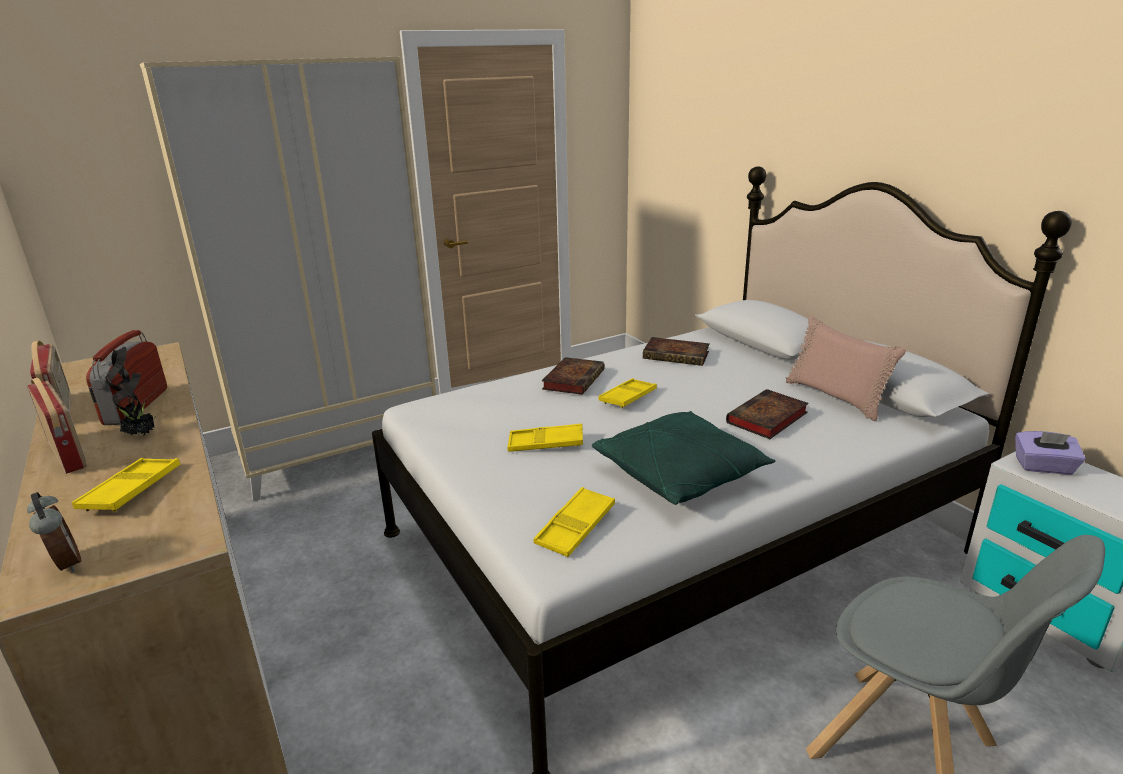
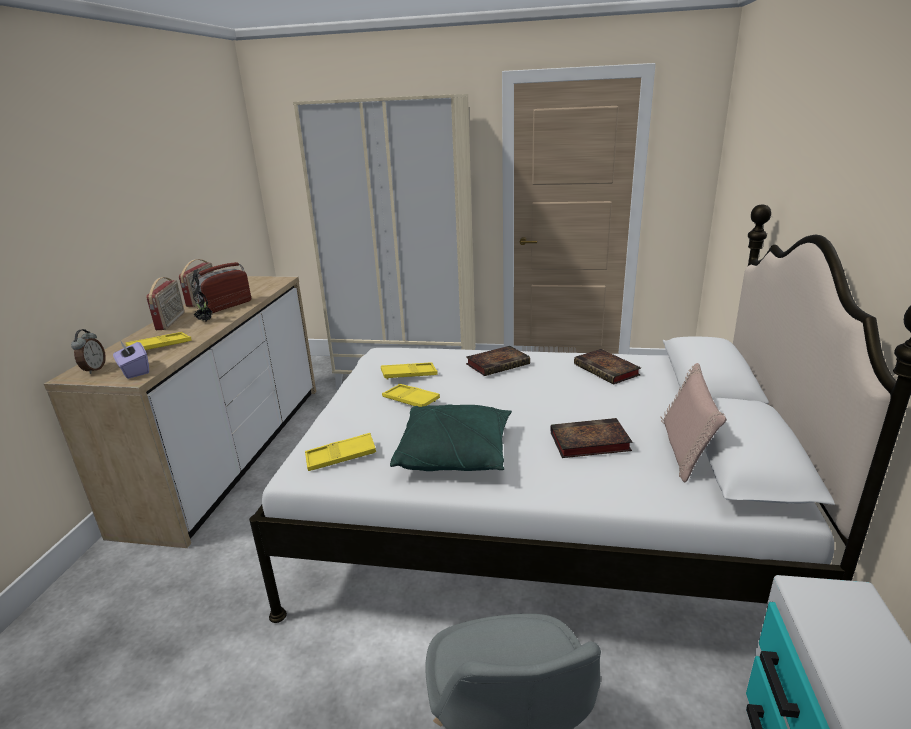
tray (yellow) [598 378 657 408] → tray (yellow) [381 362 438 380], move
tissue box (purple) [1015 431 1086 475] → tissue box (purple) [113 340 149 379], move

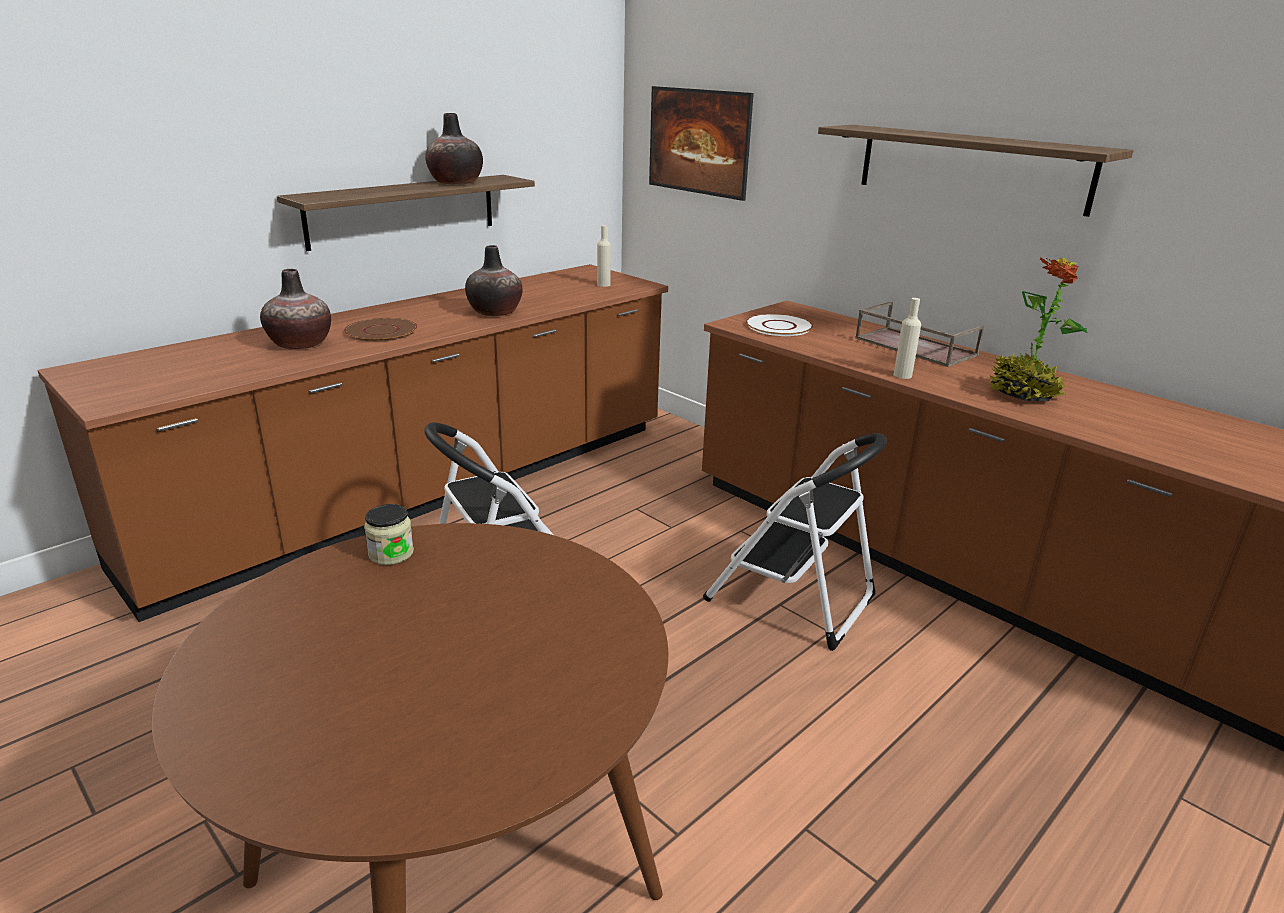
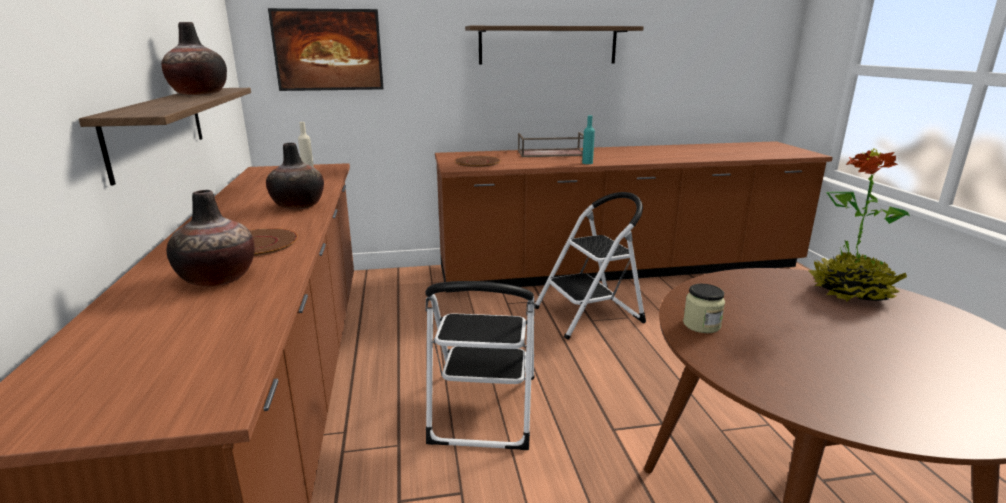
potted plant [989 257 1088 401] → potted plant [808 148 910 302], move
plate (white) [746 314 814 336] → plate (brown) [455 156 501 167]
bottle (beige) [894 298 921 379] → bottle (turquoise) [582 115 595 164]

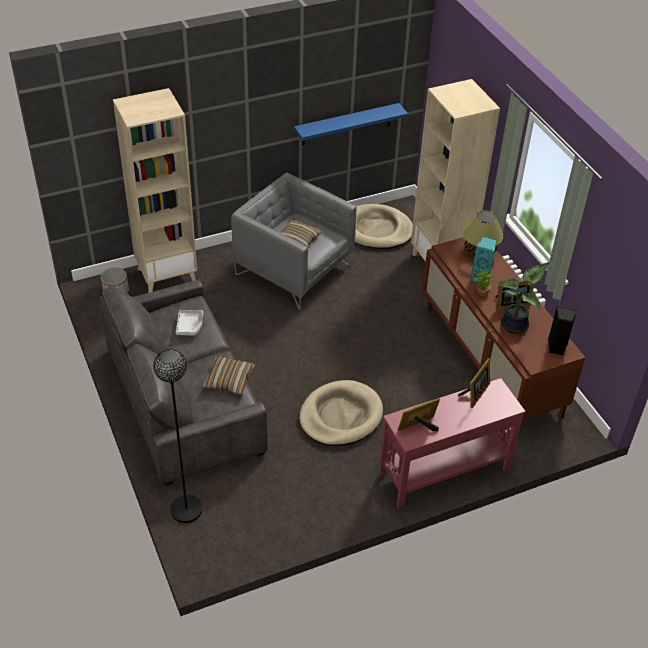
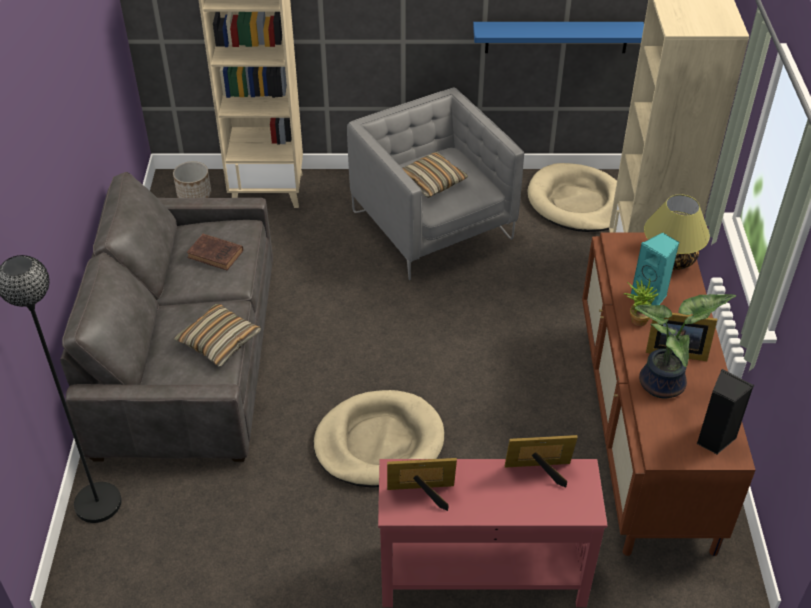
tray (grey) [176 310 203 335] → book (brown) [187 234 243 270]
picture frame [458 358 490 408] → picture frame [505 435 578 488], 150 degrees counterclockwise

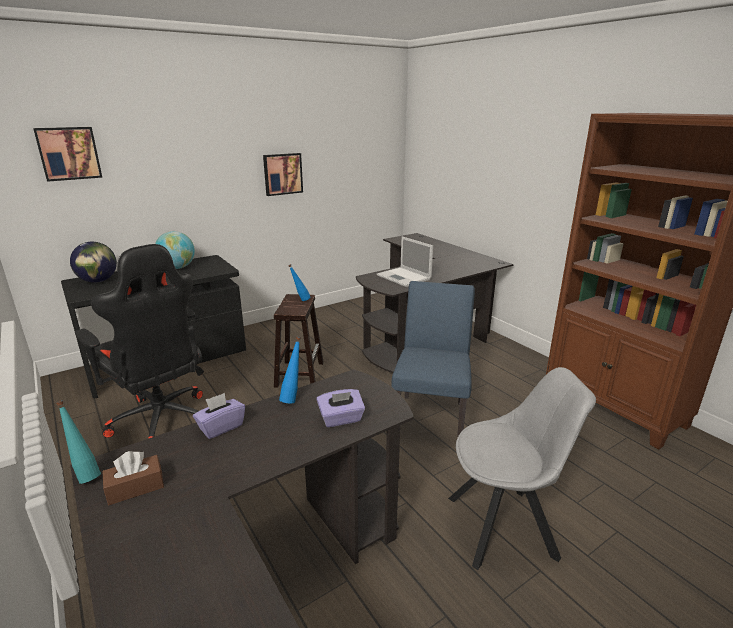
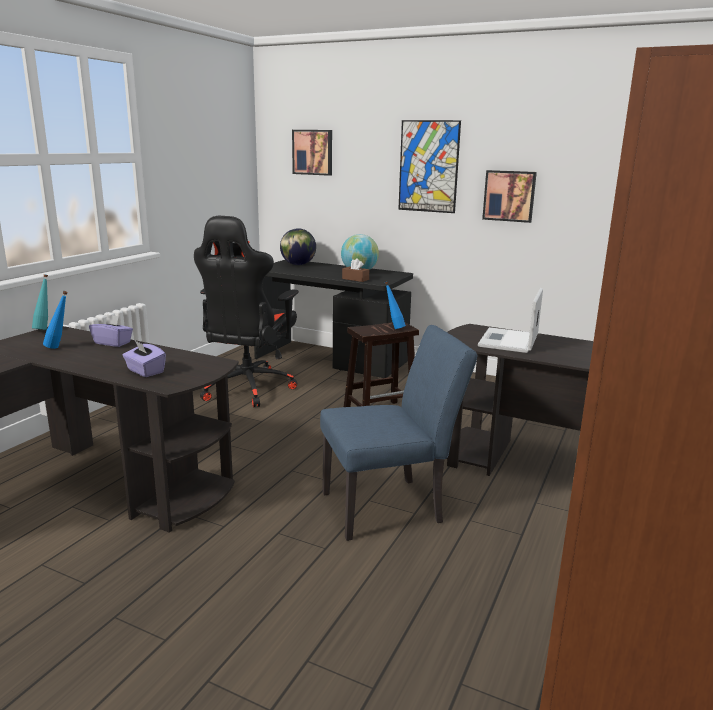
chair (grey) [448 367 596 570] → -
- → picture [398 120 461 213]
tissue box (brown) [103 451 164 505] → tissue box (brown) [342 258 369 282], move
bottle (blue) [279 336 301 404] → bottle (blue) [43 291 68 349], move

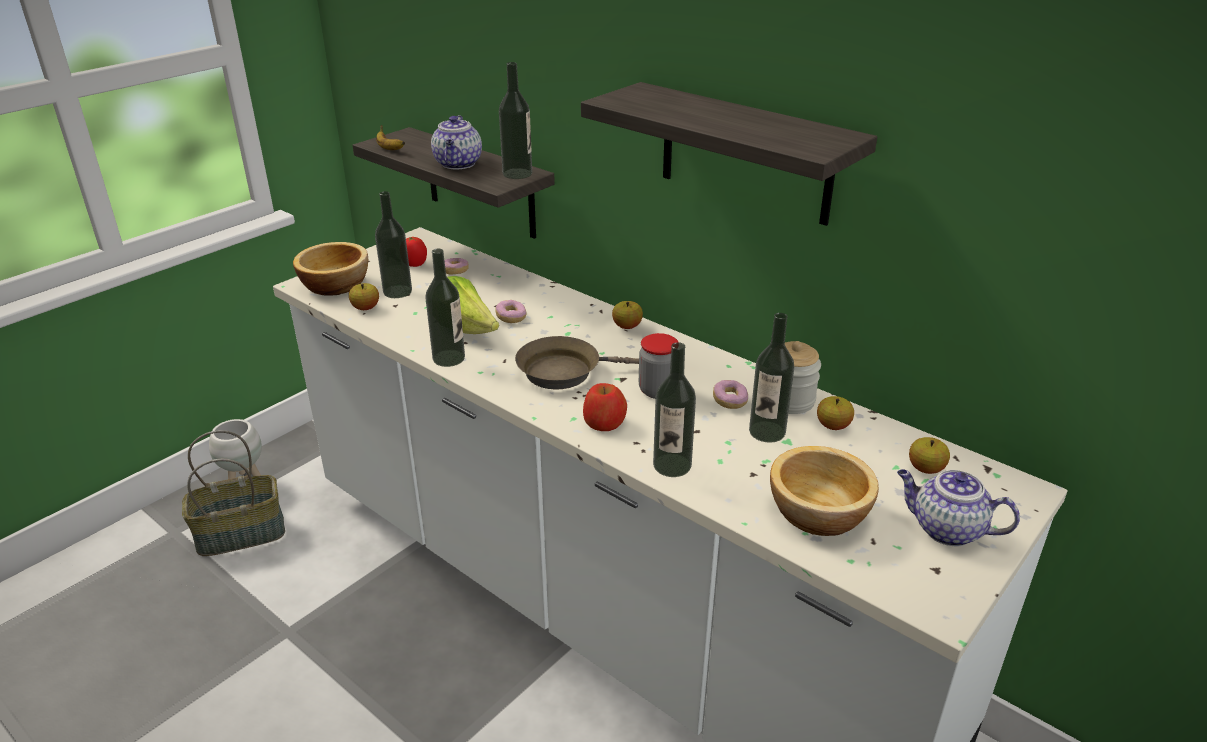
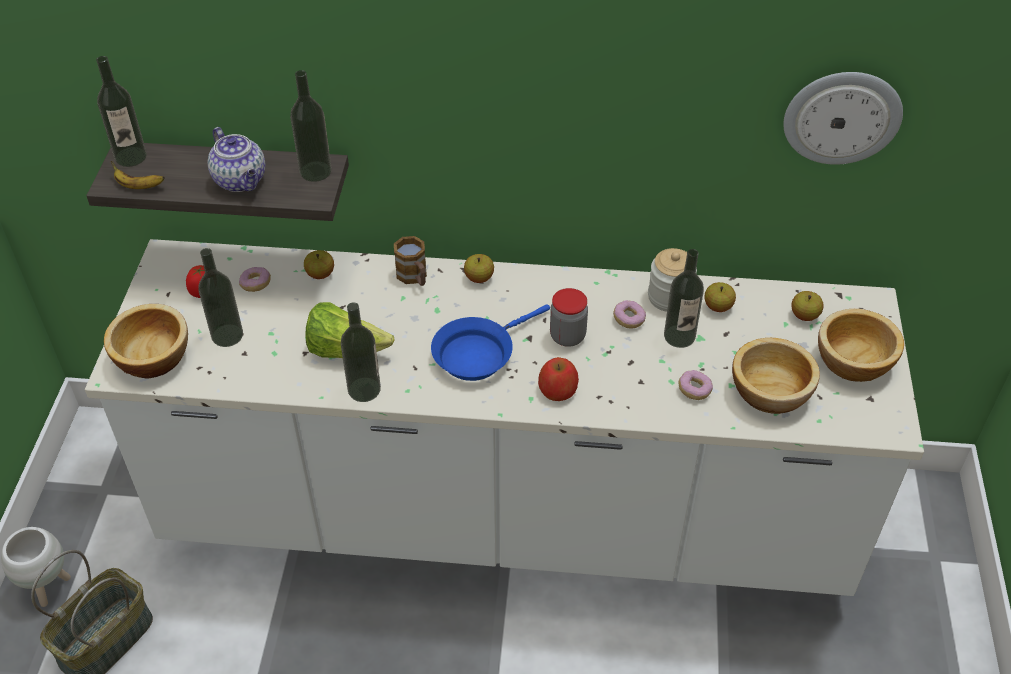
shelf [581 82 877 226] → -
- → mug [394 236 427 286]
- → wall clock [783 72 903 165]
apple [349 283 379 310] → apple [304 250 334 279], move
donut [495 300 527 323] → donut [679 370 713 400], move
bottle [653 342 696 477] → bottle [96 56 147 167], move
teapot [897 469 1020 547] → bowl [818 309 904 382]
frying pan (brown) [515 336 639 389] → frying pan (blue) [431 304 550 381]

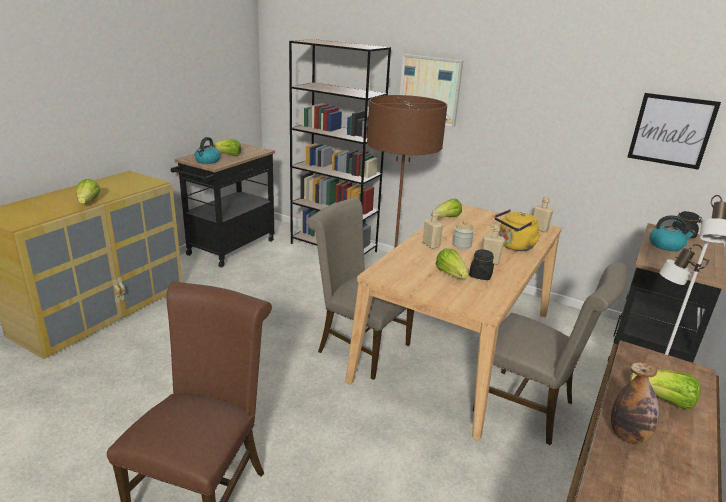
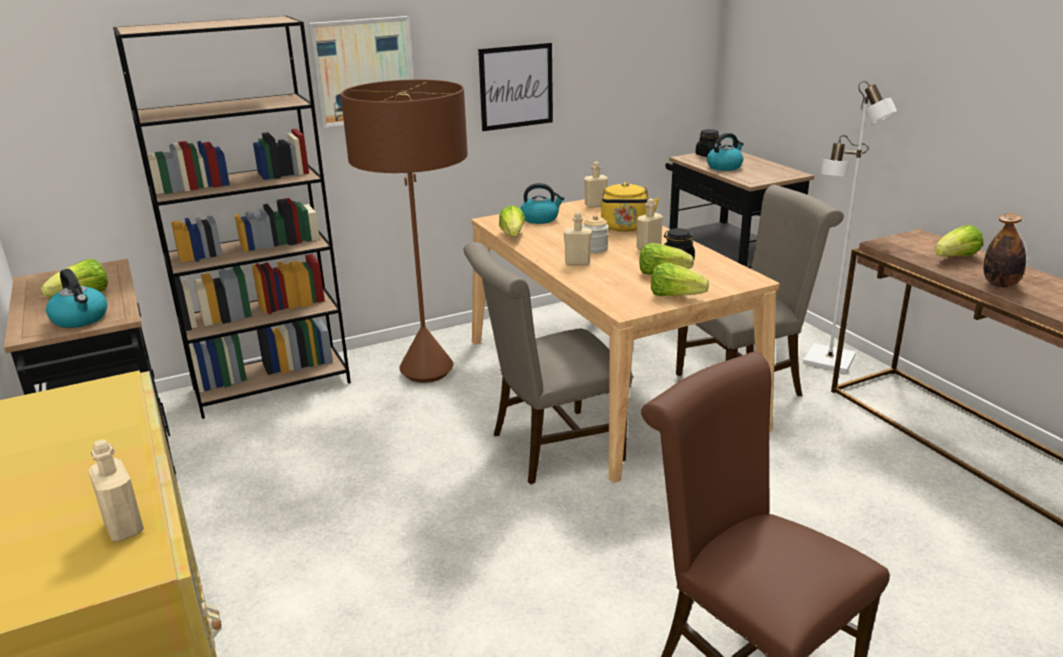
- → bottle (beige) [88 439 144 542]
- → kettle [520 183 564 224]
lettuce [77 179 101 204] → lettuce [651 262 709 296], move
picture [627 93 721 170] → picture [478 43 553 131], move

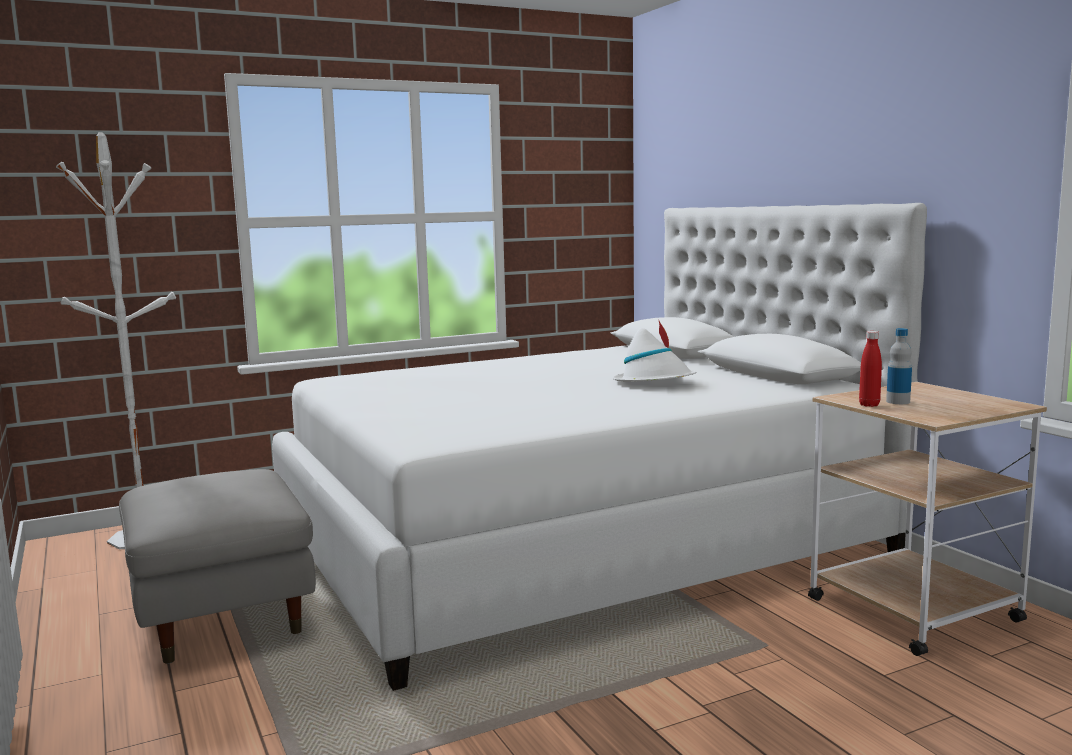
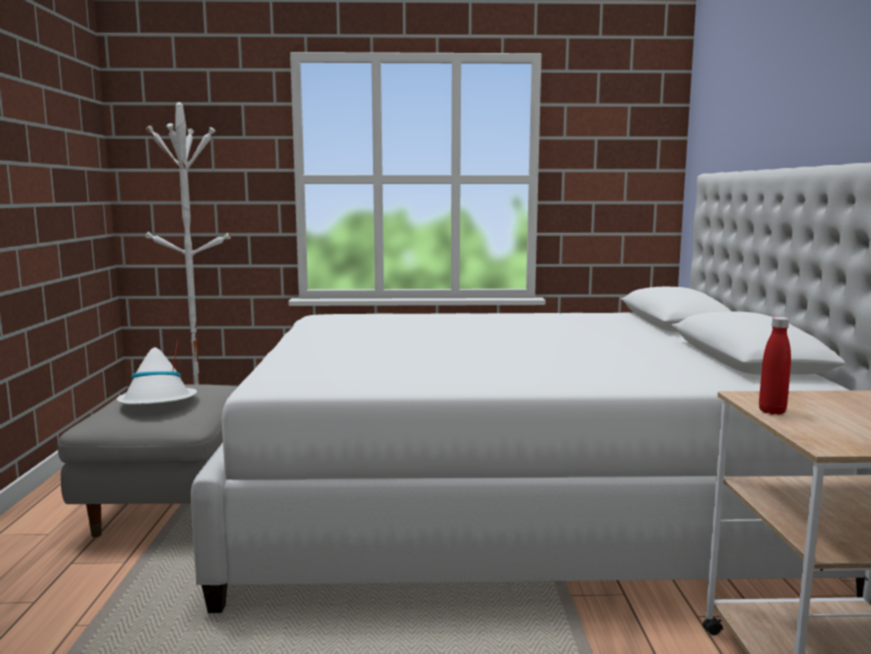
bottle [886 328 912 404] → -
hat (white) [613 319 697 382] → hat (white) [117 340 197 405], move

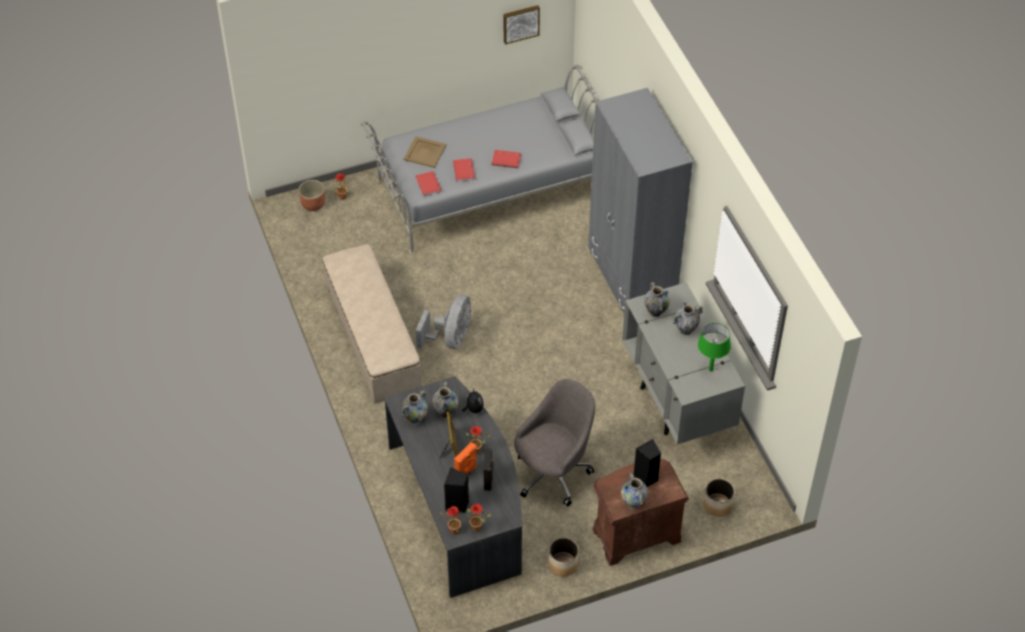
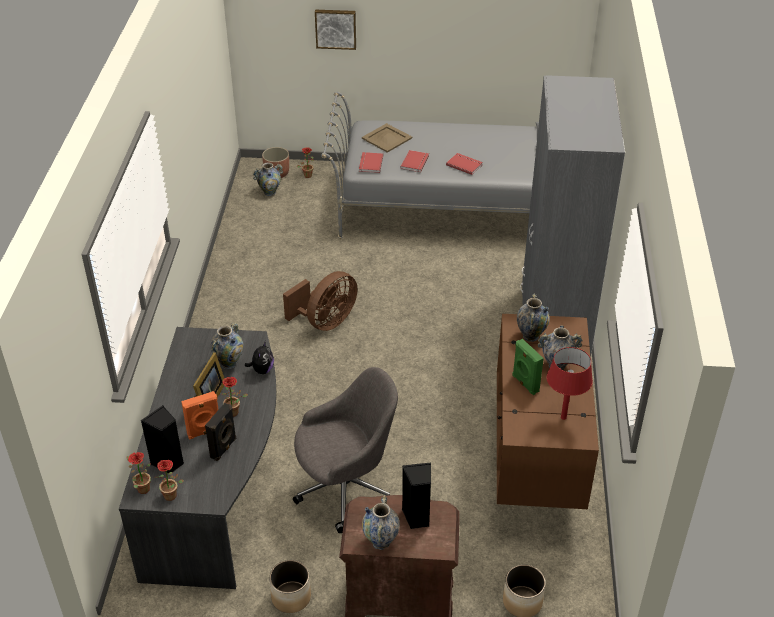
bench (beige) [323 244 422 404] → -
- → speaker (green) [512 339 544 395]
vase [402 390 428 425] → vase [253 162 283 196], move
picture [504 5 540 44] → picture [315 10 356 50], move
fan (grey) [416 295 471 349] → fan (brown) [283 271 358 331]
dresser (grey) [622 282 745 444] → dresser (brown) [497 314 599 509]
table lamp (green) [698 323 731 372] → table lamp (red) [547 347 593 420]

